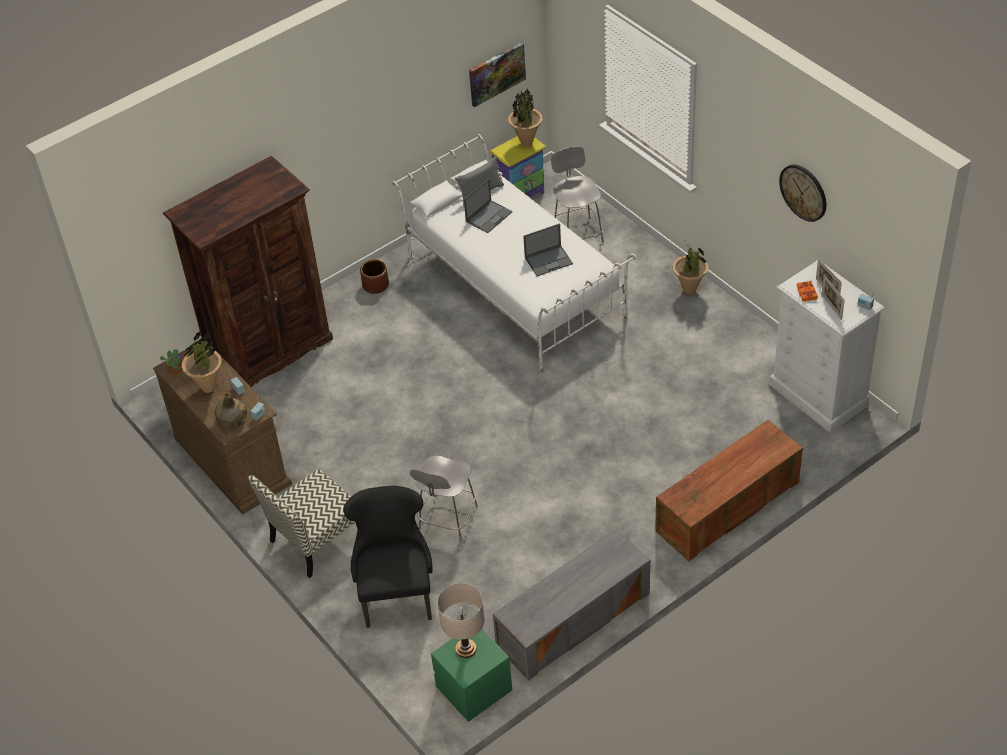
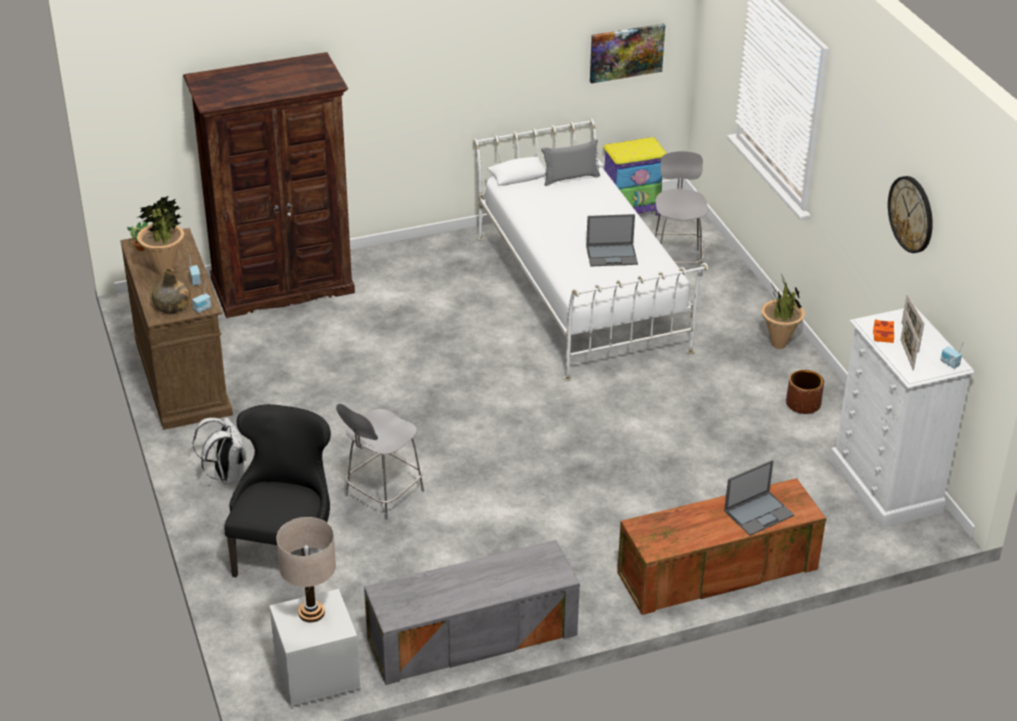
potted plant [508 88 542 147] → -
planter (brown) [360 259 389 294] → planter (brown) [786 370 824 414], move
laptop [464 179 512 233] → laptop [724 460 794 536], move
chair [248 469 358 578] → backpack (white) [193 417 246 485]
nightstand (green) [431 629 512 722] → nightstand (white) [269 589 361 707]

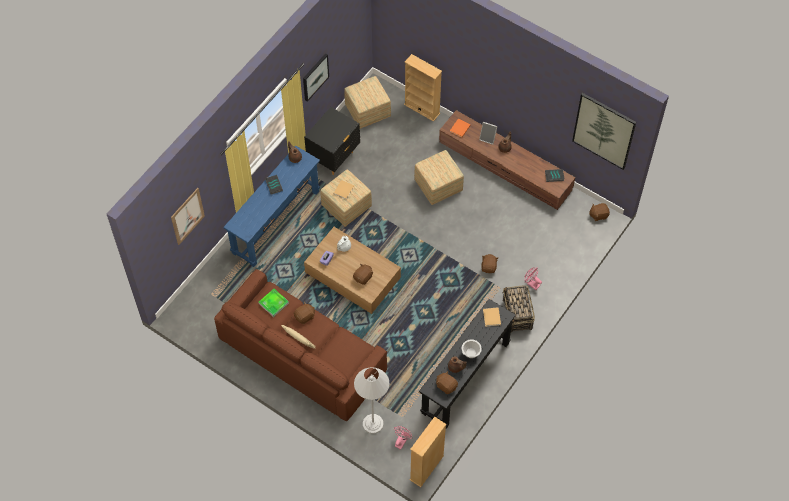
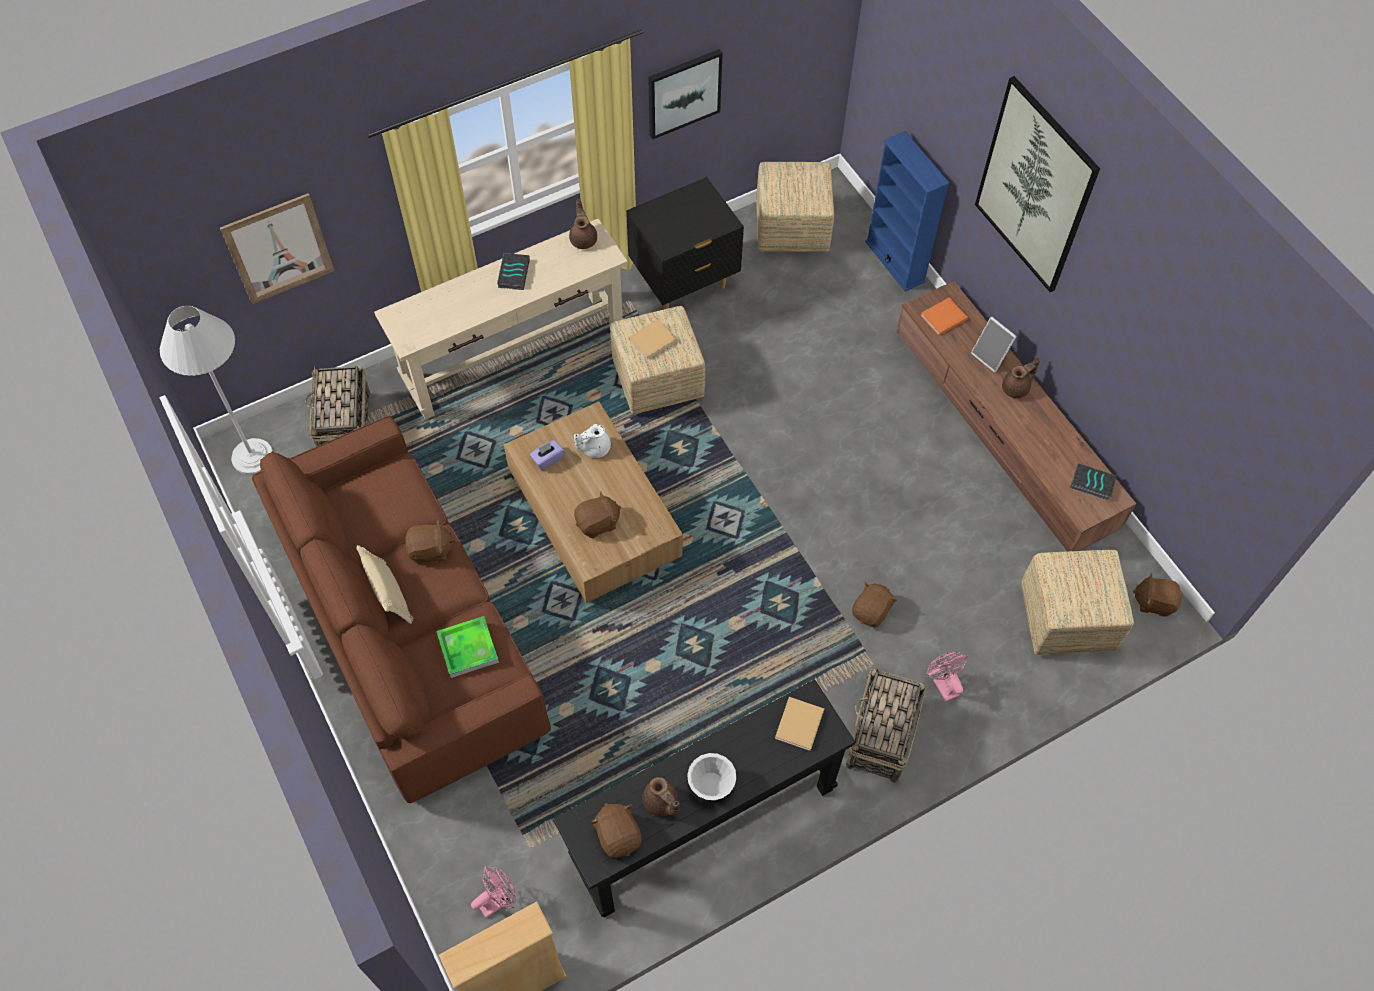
- → basket [305 366 371 447]
tray [258 289 289 317] → tray [437 616 499 678], move
floor lamp (white) [354 367 389 434] → floor lamp (white) [160 305 273 475], move
ottoman [414 150 464 205] → ottoman [1021 550 1134 655], move
picture [572 93 636 170] → picture [975 76 1100 292], move
console table (blue) [223 146 320 267] → console table (beige) [374 218 628 420]
bookcase (beige) [404 54 442 122] → bookcase (blue) [865 131 950 291]

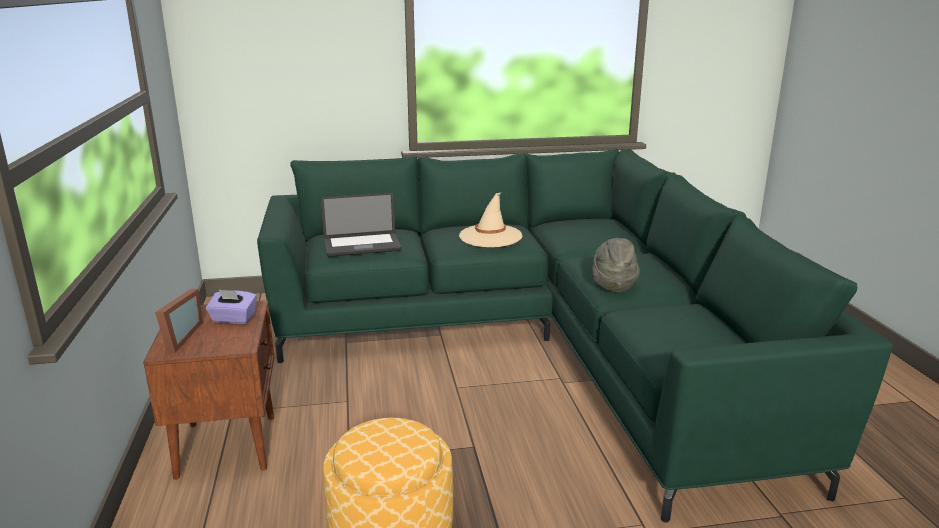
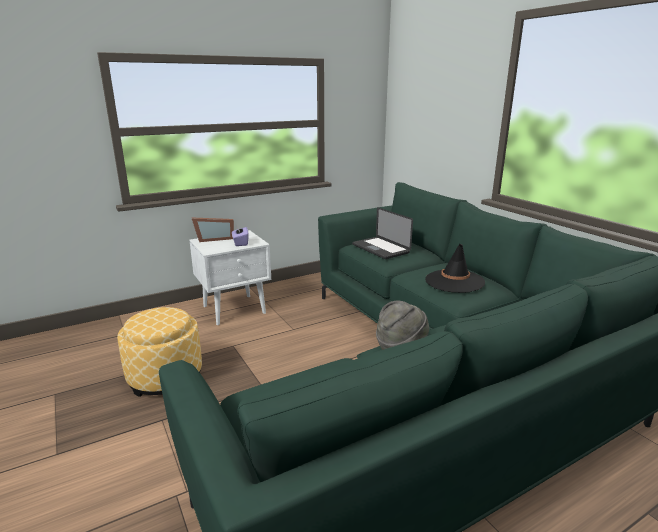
nightstand (brown) [143 300 274 480] → nightstand (white) [189 230 271 325]
hat (beige) [459 192 522 247] → hat (black) [425 244 485 293]

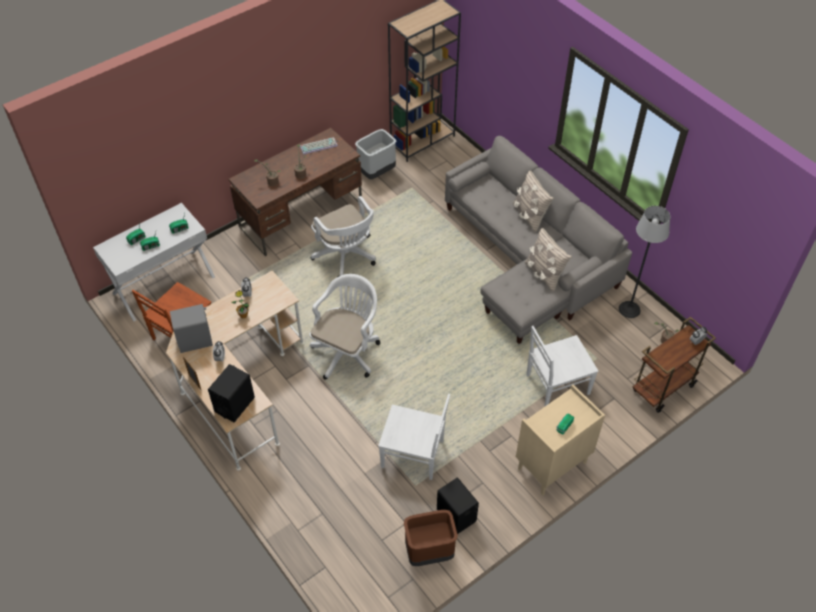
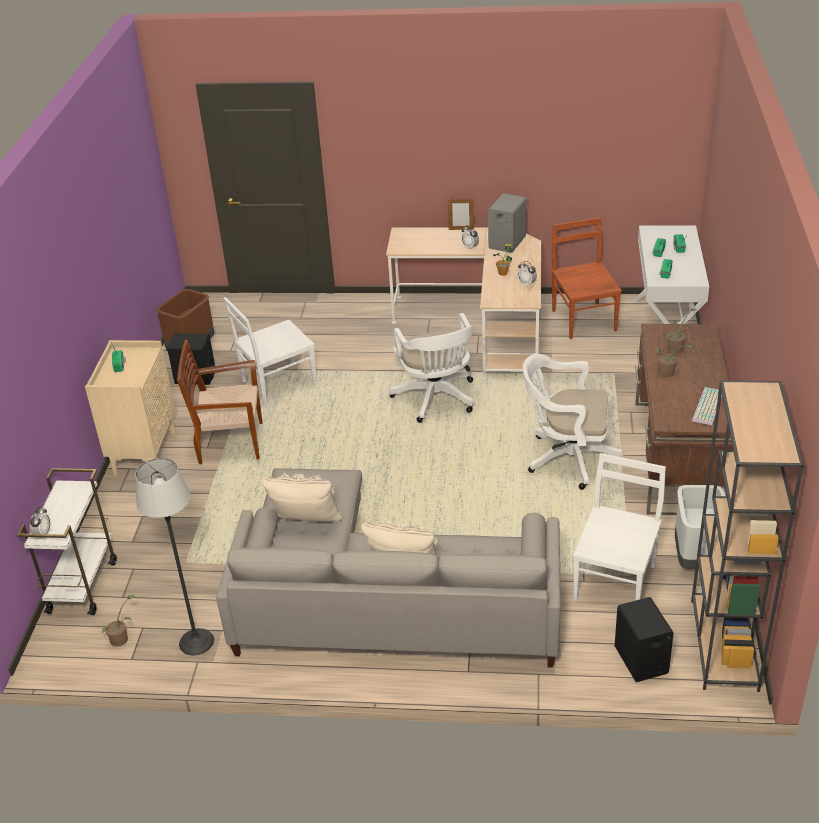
- → armchair (brown) [177 340 263 465]
speaker (black) [208 364 255 422] → speaker (black) [615 597 674 682], move
chair (white) [527 326 598 407] → chair (white) [573 453 666 601], move
cart (brown) [632 317 716 413] → cart (white) [17 468 117 615]

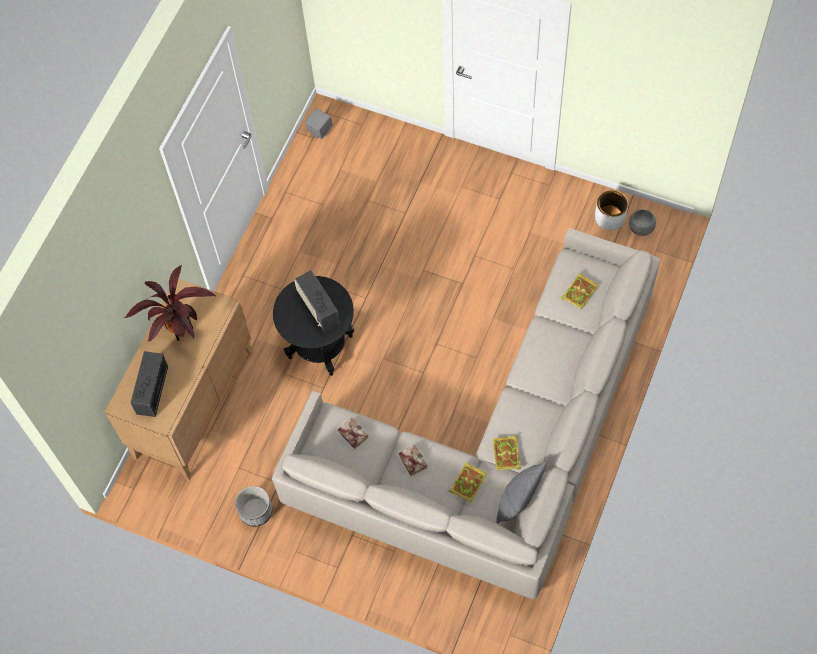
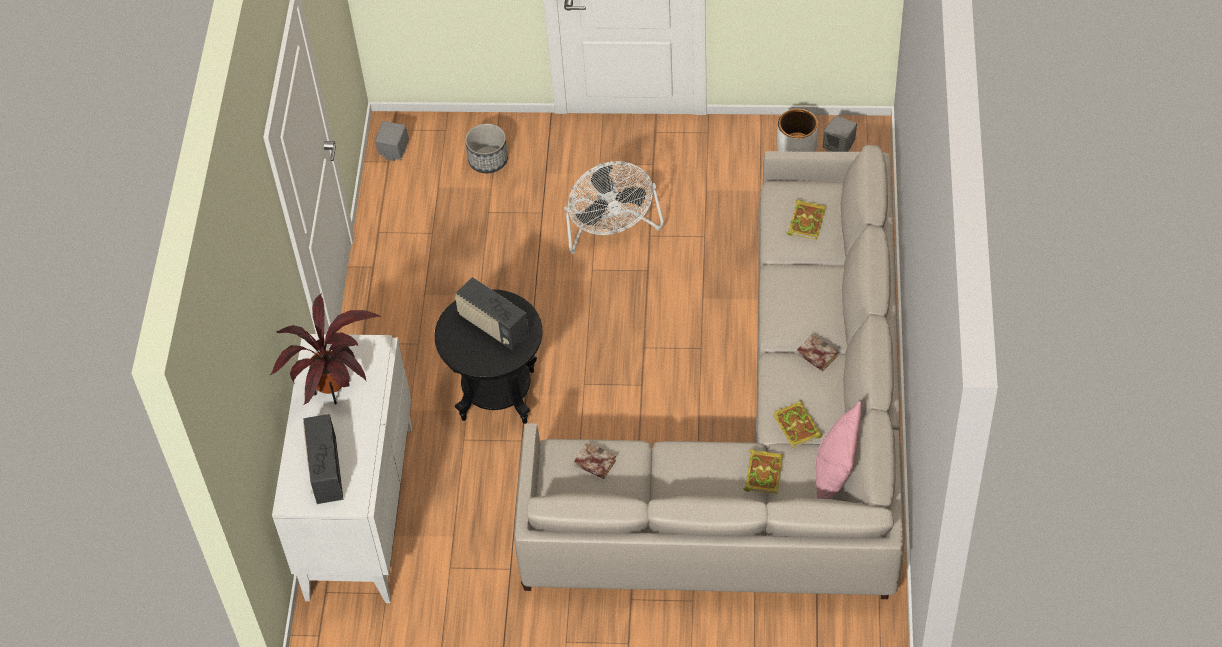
- → fan (white) [564 161 664 254]
planter [235 486 273 527] → planter [465 124 508 173], move
book [398 445 427 476] → book [797 335 838 371], move
bowl (grey) [629 209 656 236] → speaker (grey) [823 115 857 152]
cabinet (brown) [105 279 253 480] → cabinet (white) [272 334 412 603]
pillow (grey) [496 462 547 524] → pillow (pink) [815 401 861 499]

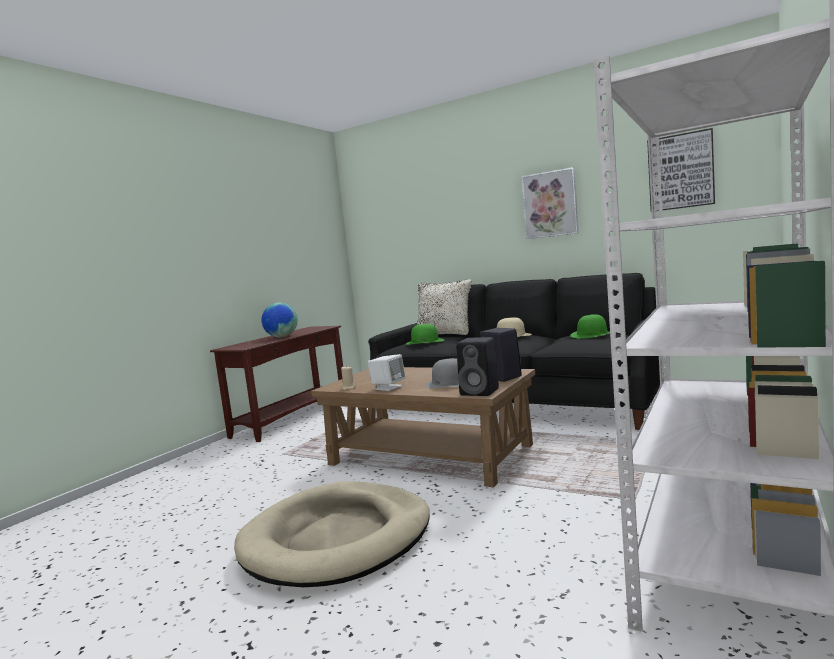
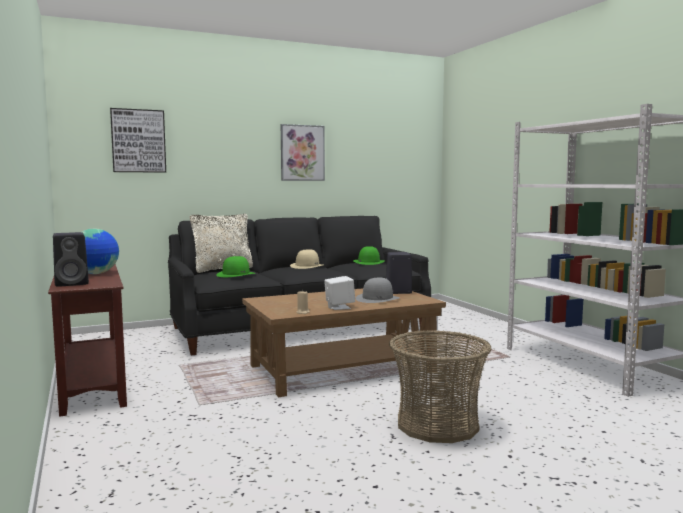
speaker (black) [457 337 499 396] → speaker (black) [53 232 89 287], move
picture [647 128 715 211] → picture [110 108 166 173], move
dog bed (beige) [234 481 430 587] → basket [389 330 491 443]

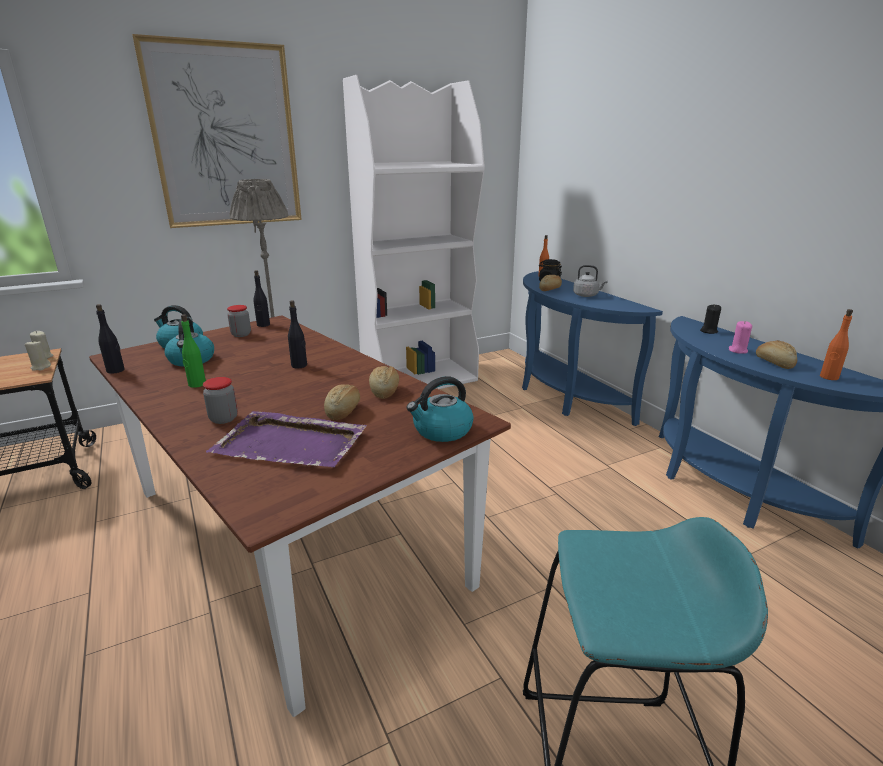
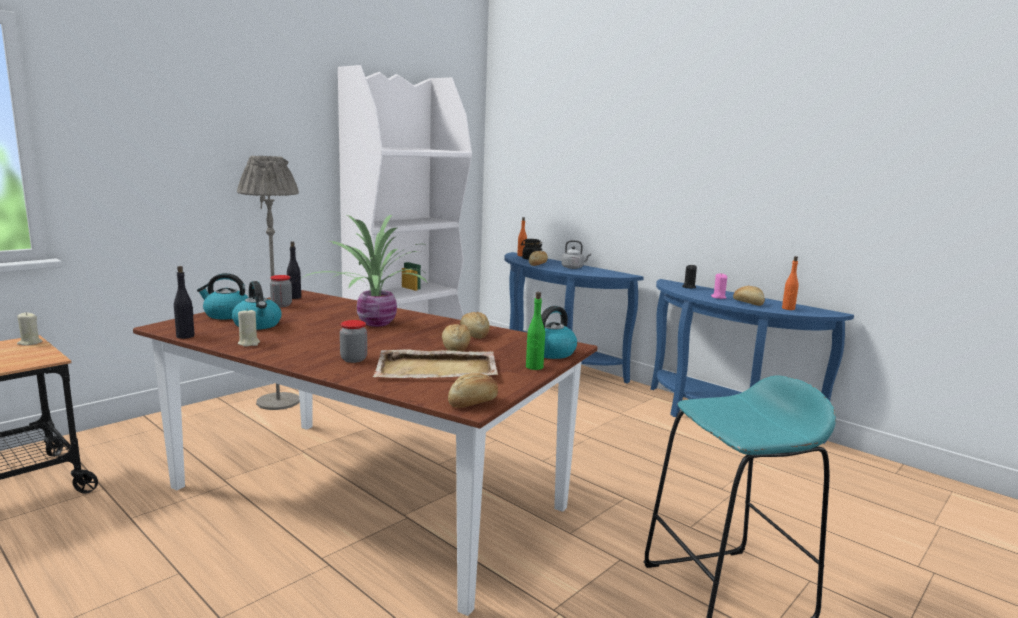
picture [132 34 302 228] → -
- → bread [448 373 498 408]
candle (beige) [25 340 51 371] → candle (beige) [238 309 260 347], move
bottle (green) [181 314 206 388] → bottle (green) [526 292 545 370], move
bottle (black) [288 300 307 369] → potted plant [304 215 428 327]
tray (purple) [206 411 367 467] → tray (beige) [373 349 498 378]

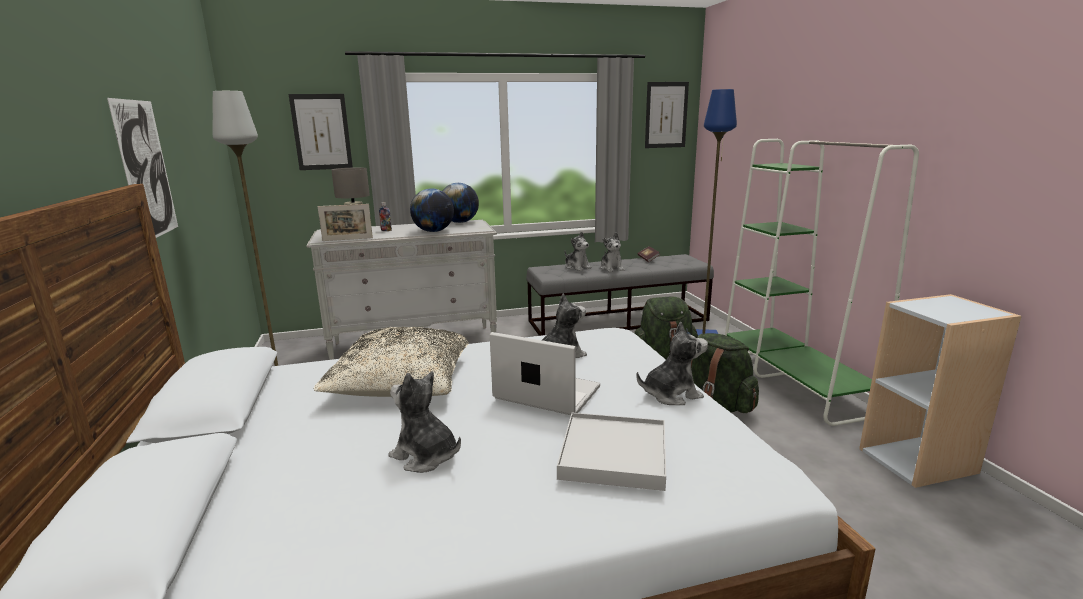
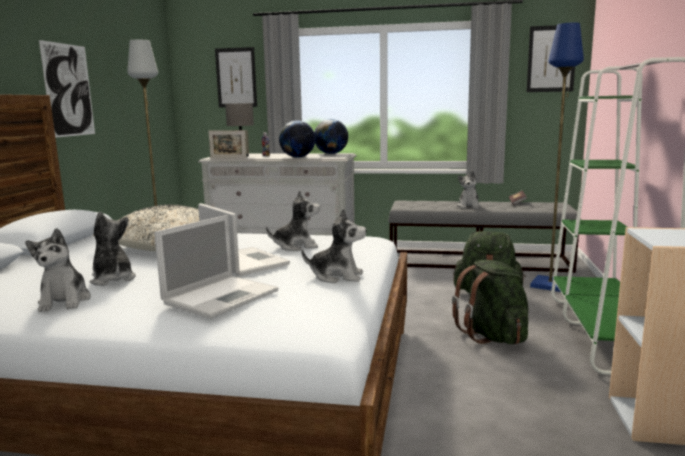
plush toy [565 232 592 271] → plush toy [25 228 91 312], move
tray (white) [557 413 666 491] → laptop [154 215 278 319]

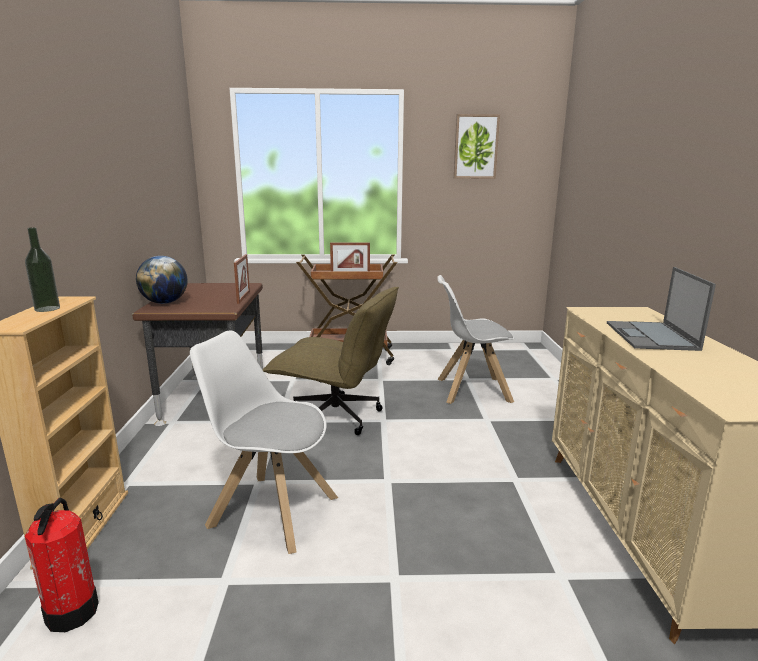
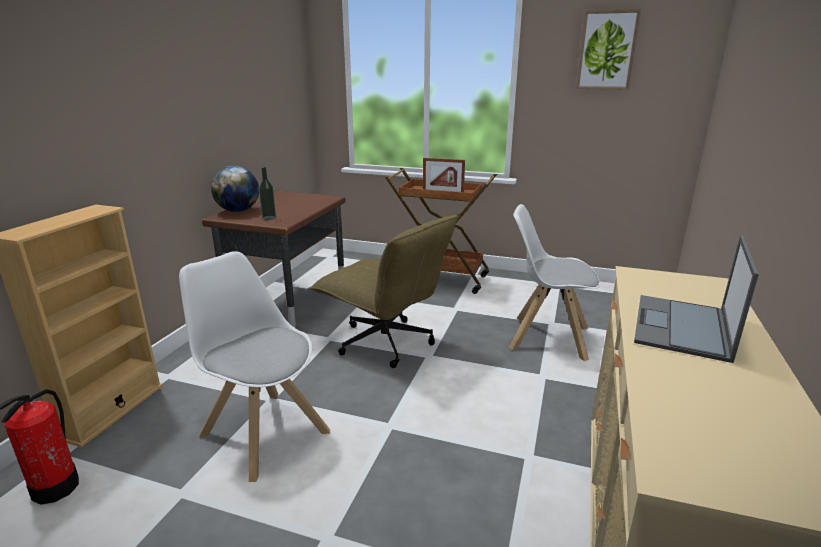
picture frame [234 254 250 304] → -
bottle [25 227 60 312] → bottle [259 167 276 220], move

